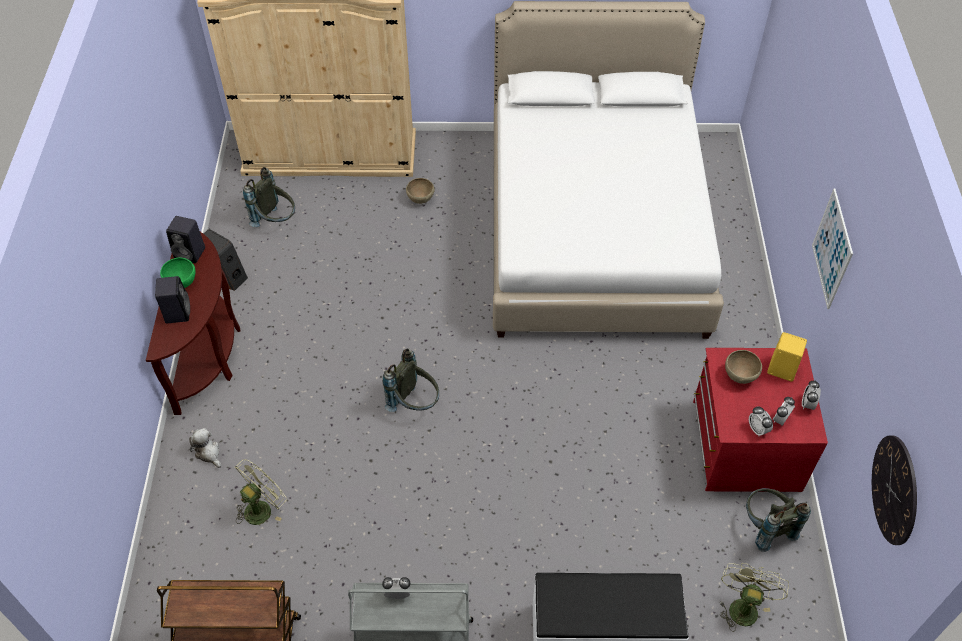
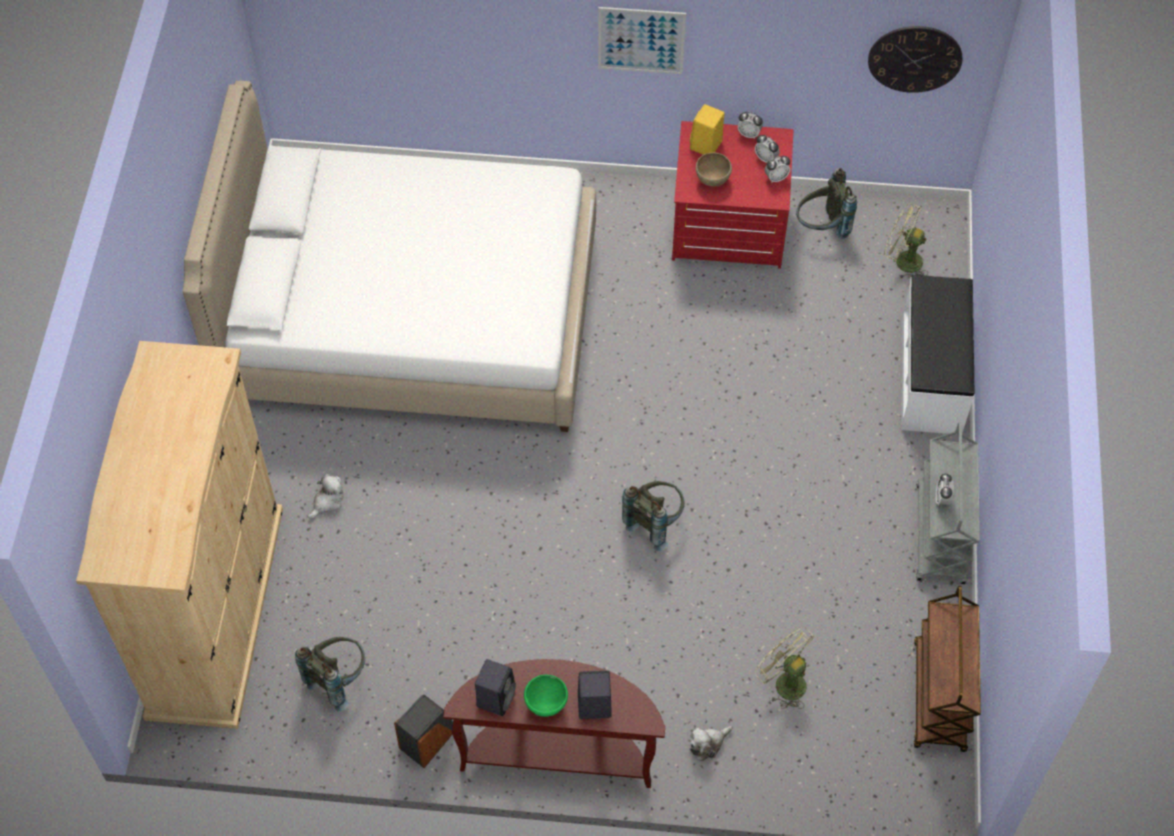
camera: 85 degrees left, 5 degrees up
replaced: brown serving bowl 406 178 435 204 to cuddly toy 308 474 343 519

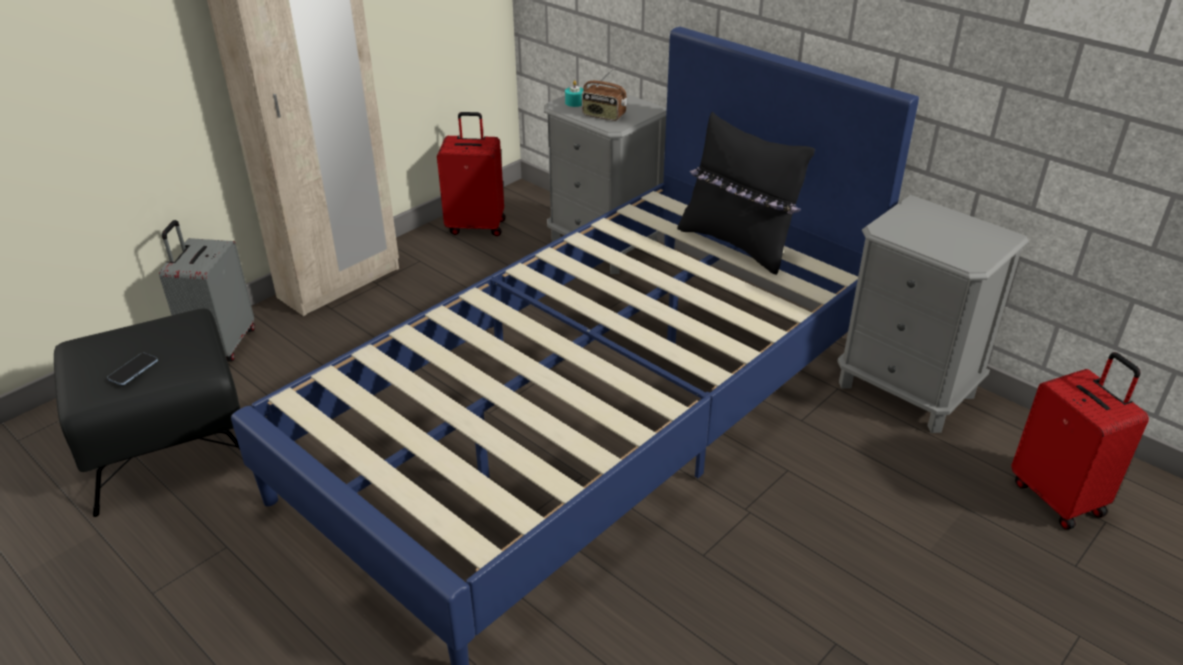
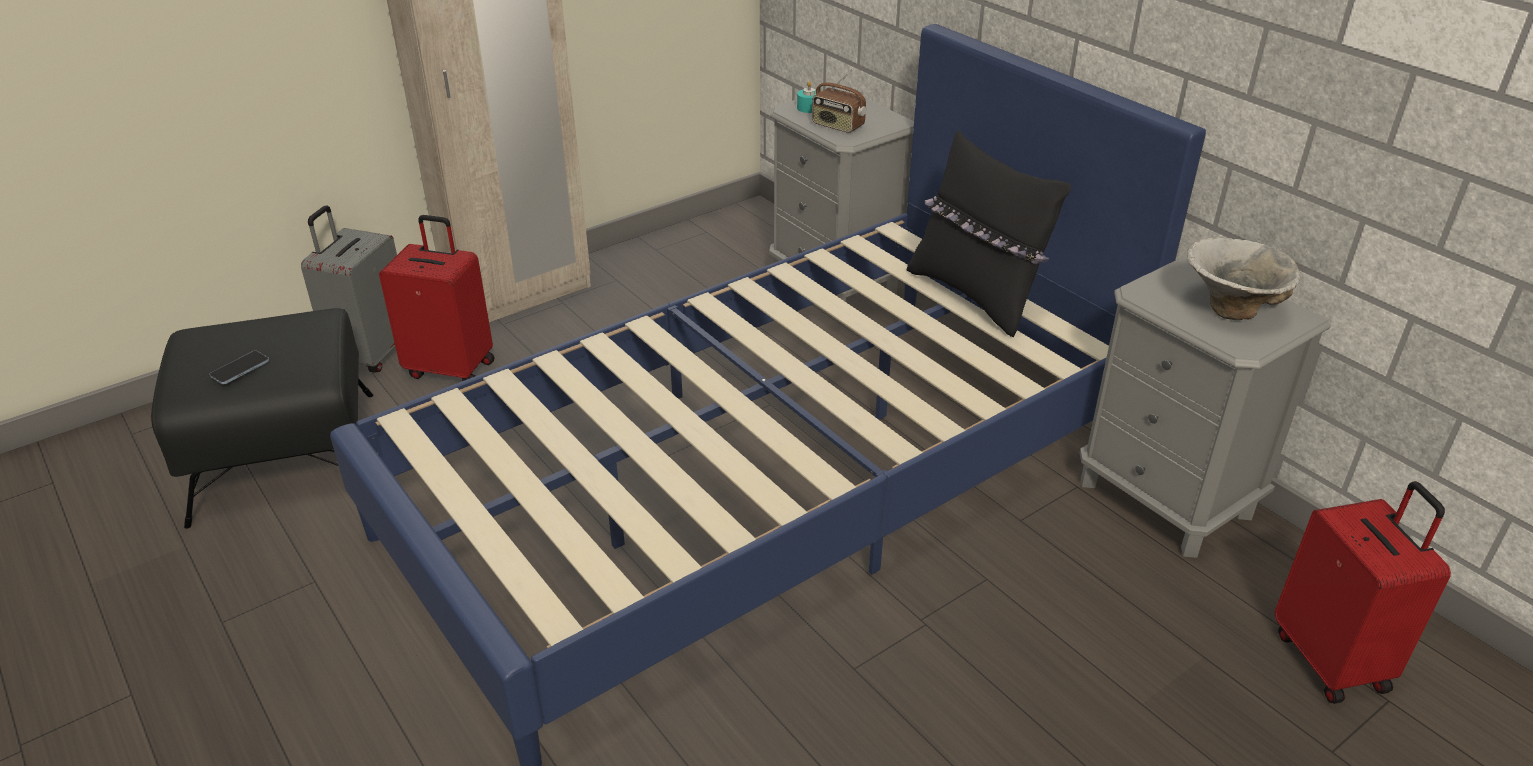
camera: 10 degrees right, 0 degrees up
added: serving bowl 1187 237 1300 320
moved: red travel case 437 112 506 236 to 379 215 495 381

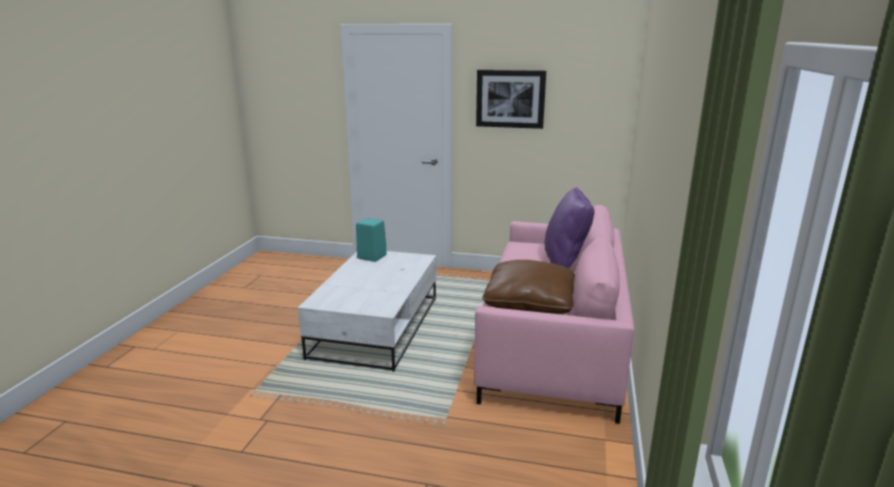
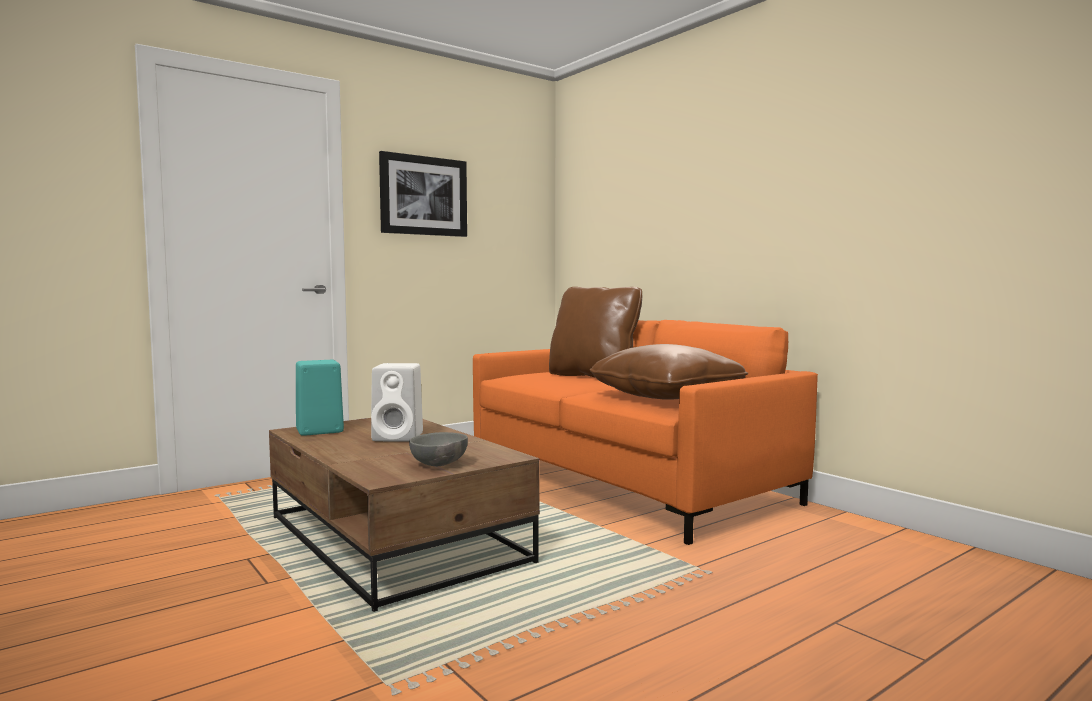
camera: 50 degrees left, 15 degrees down
added: white-coloured loudspeaker 371 363 423 441; greyish serving bowl 409 432 468 466
recoloured: white-coloured low table 298 251 436 372 to brown low table 269 418 540 612; pink couch 474 205 634 424 to orange couch 473 320 818 545; purple pillow 545 187 594 268 to brown pillow 549 287 642 377

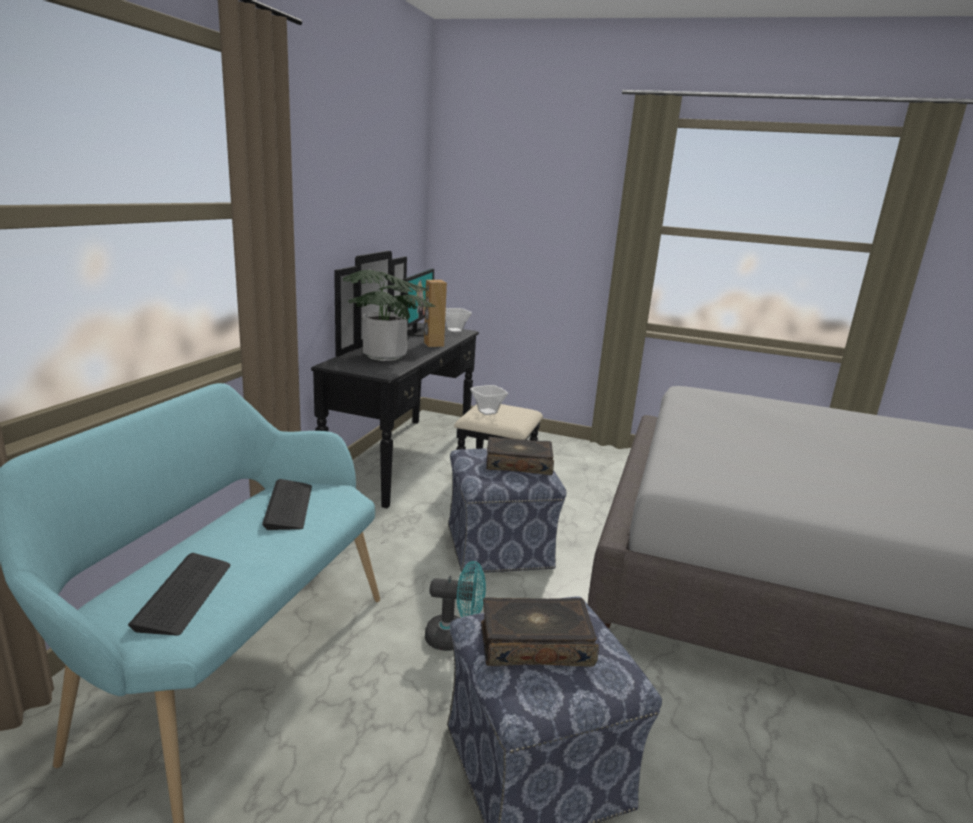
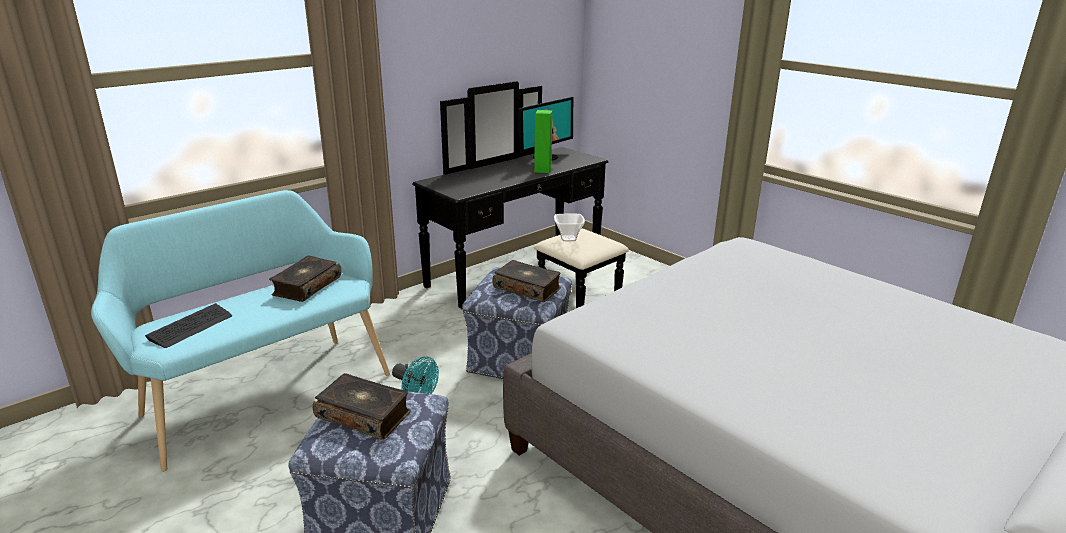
camera: 30 degrees right, 5 degrees up
removed: houseplant 342 270 436 361; serving bowl 445 308 472 332
replaced: PC keyboard 262 479 312 530 to volume 269 255 342 302
recoloured: brown loudspeaker 424 280 447 347 to green loudspeaker 534 110 553 173

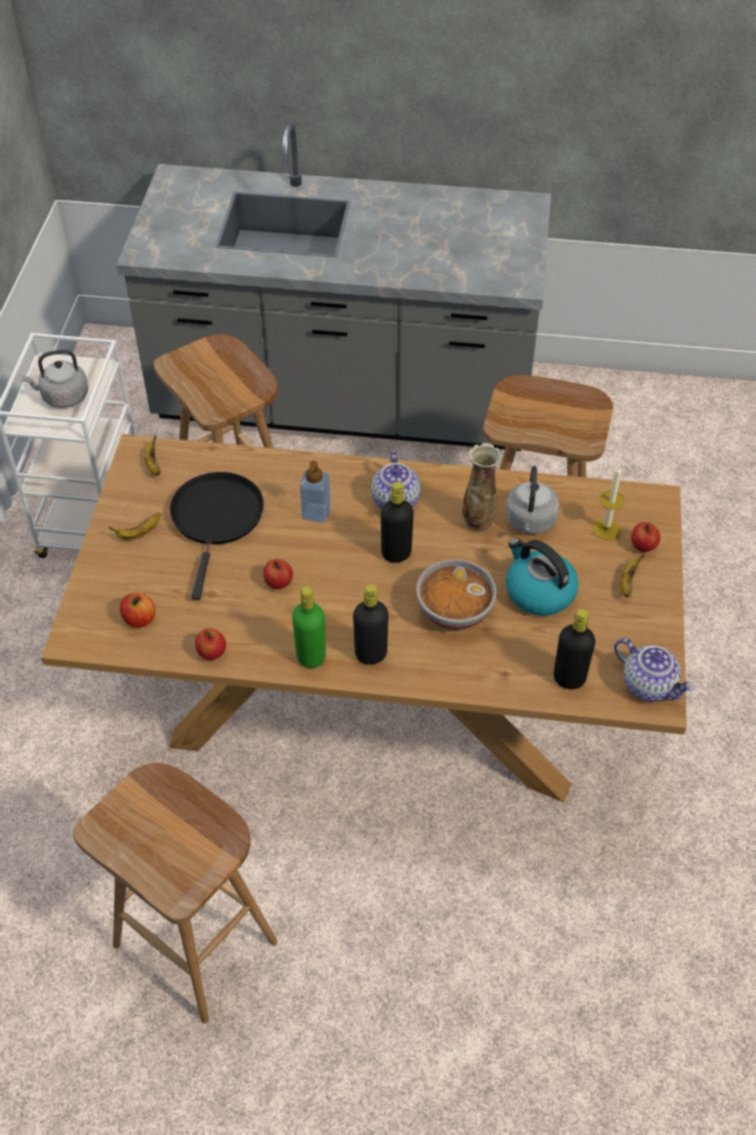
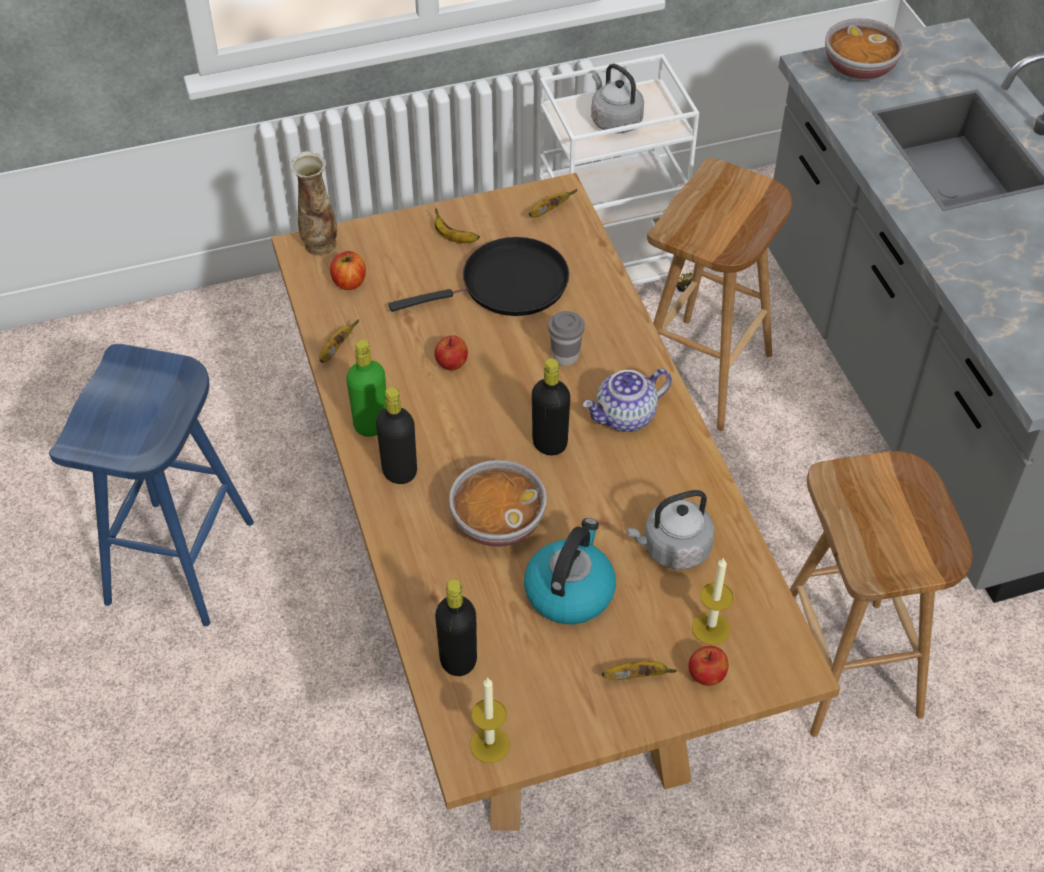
camera: 65 degrees right, 0 degrees up
added: serving bowl 825 18 904 81
moved: decorative vase 462 443 503 533 to 289 151 337 256
replaced: apple 195 629 226 660 to banana 319 319 359 363; soap dispenser 300 461 331 523 to greyish small cup 548 311 585 366; pot for tea 614 638 695 702 to wax light 470 678 510 763
recoloured: brown sitting stool 73 763 277 1023 to blue sitting stool 49 344 254 626

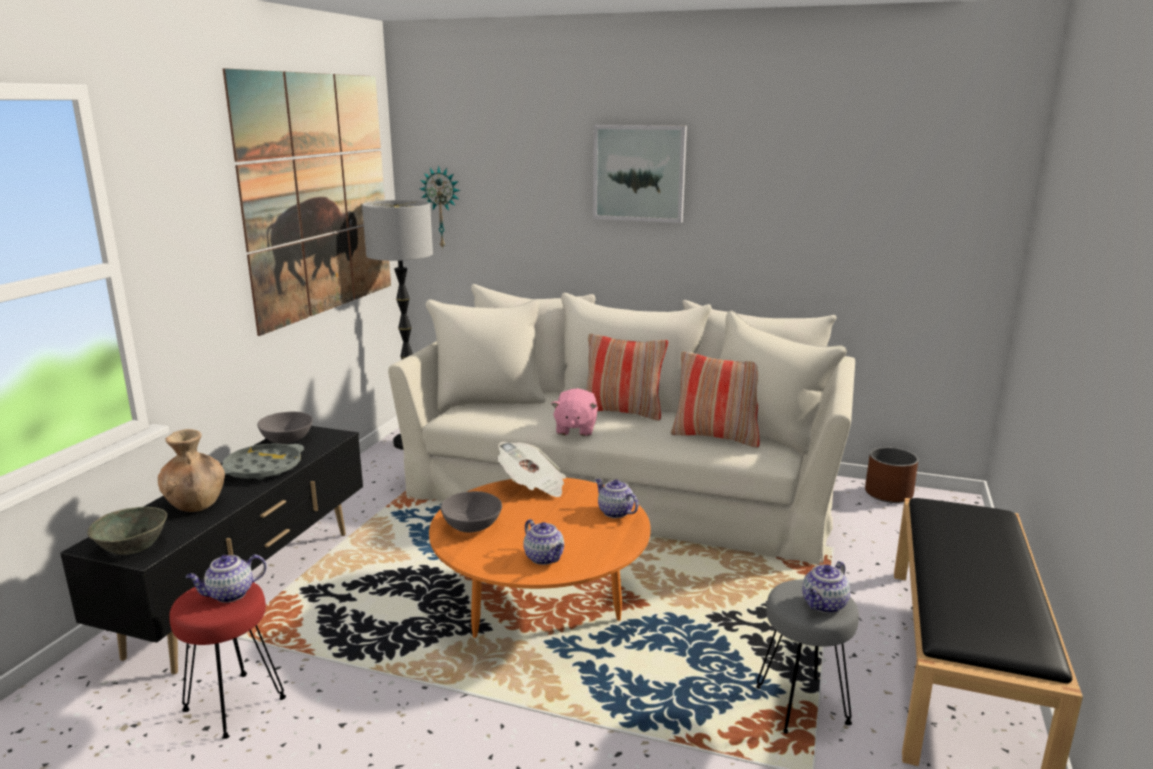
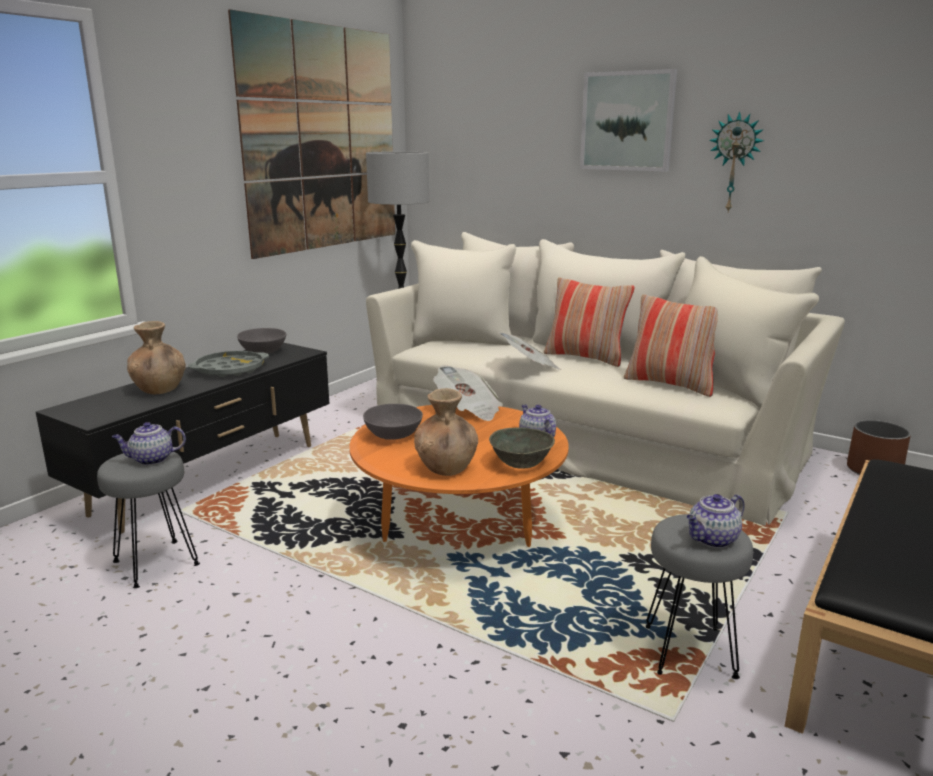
camera: 15 degrees right, 0 degrees up
moved: greyish serving bowl 87 507 167 555 to 489 428 555 469; hanging clock 420 166 460 250 to 709 111 764 212
replaced: pot for tea 524 519 564 565 to brown decorative vase 414 388 478 476; pink cuddly toy 551 388 598 436 to newspaper 498 332 561 370
recoloured: red sitting stool 169 582 286 739 to greyish sitting stool 97 452 200 588

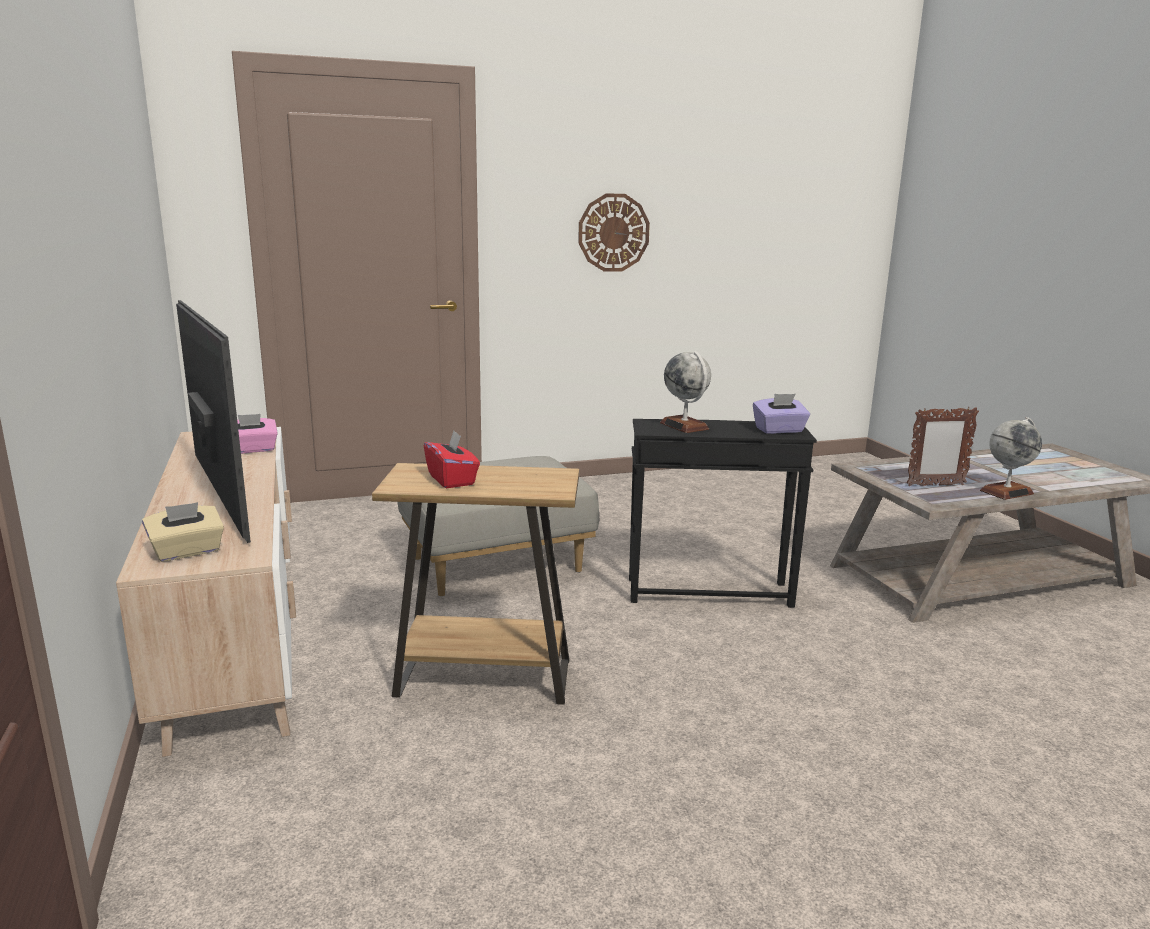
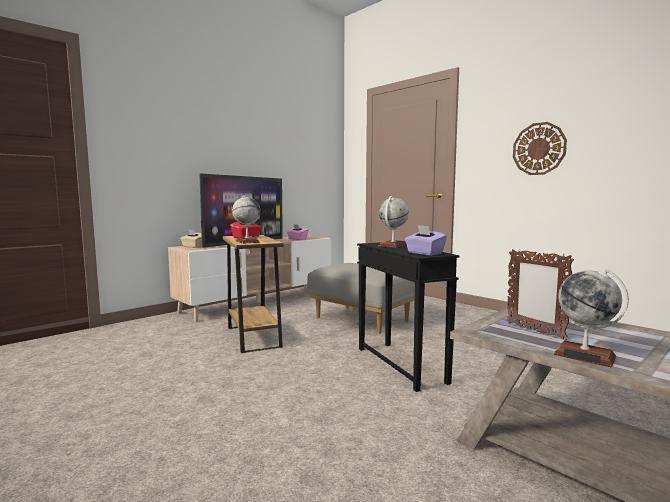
camera: 65 degrees right, 10 degrees down
added: desk globe 232 195 261 244

